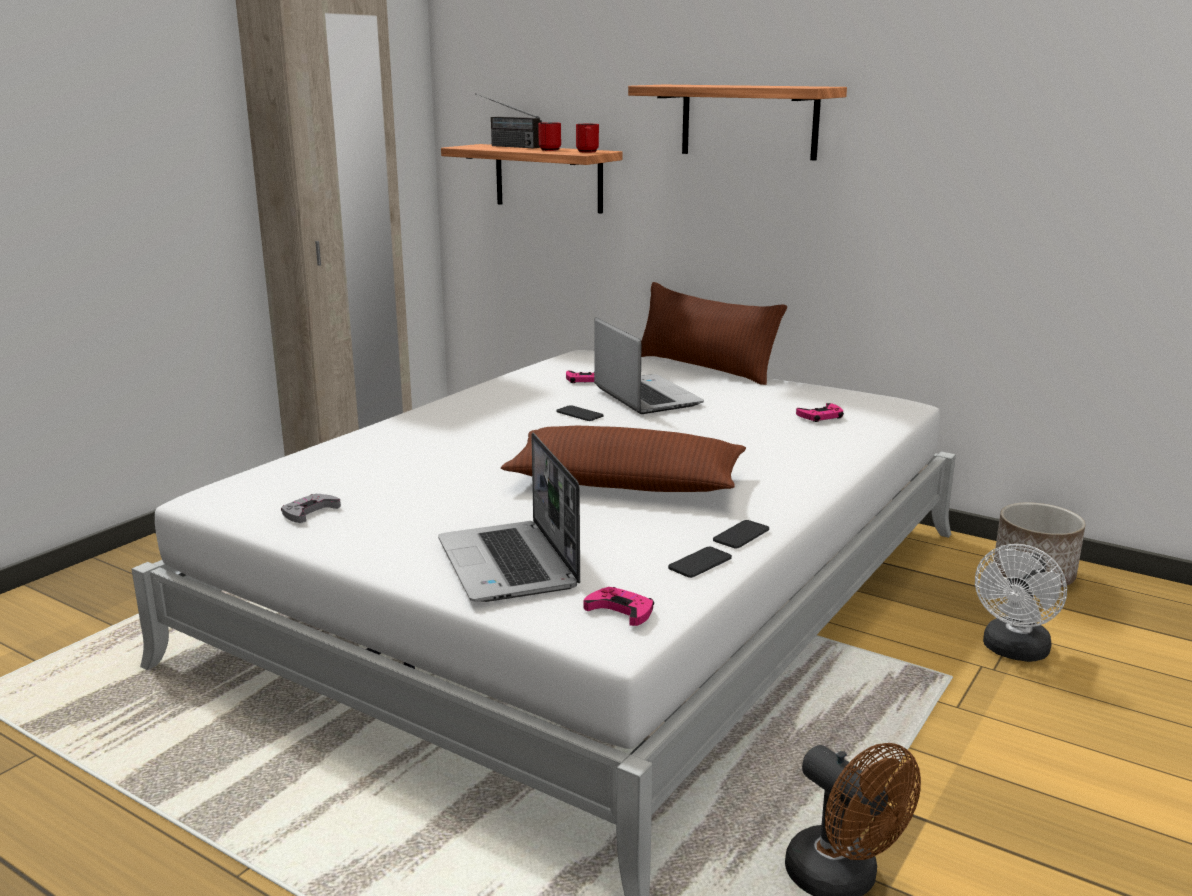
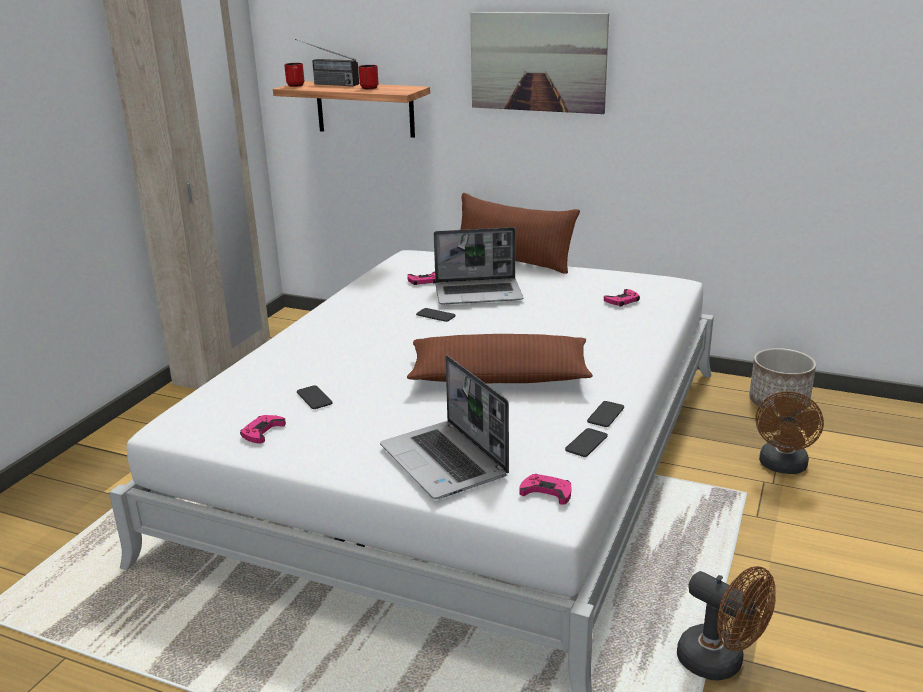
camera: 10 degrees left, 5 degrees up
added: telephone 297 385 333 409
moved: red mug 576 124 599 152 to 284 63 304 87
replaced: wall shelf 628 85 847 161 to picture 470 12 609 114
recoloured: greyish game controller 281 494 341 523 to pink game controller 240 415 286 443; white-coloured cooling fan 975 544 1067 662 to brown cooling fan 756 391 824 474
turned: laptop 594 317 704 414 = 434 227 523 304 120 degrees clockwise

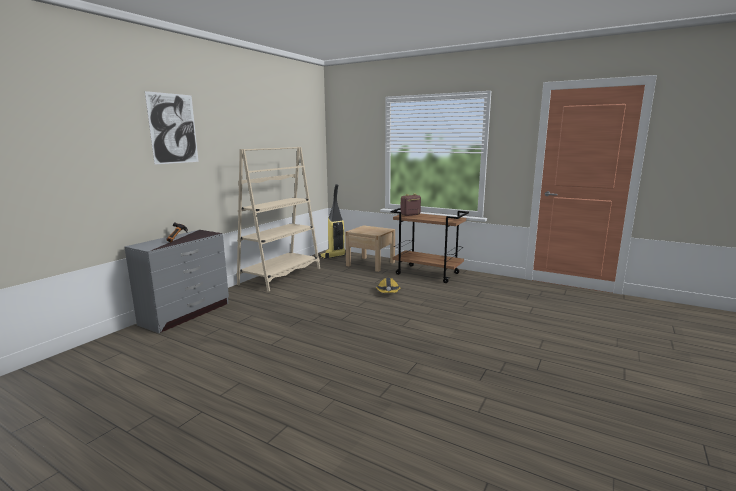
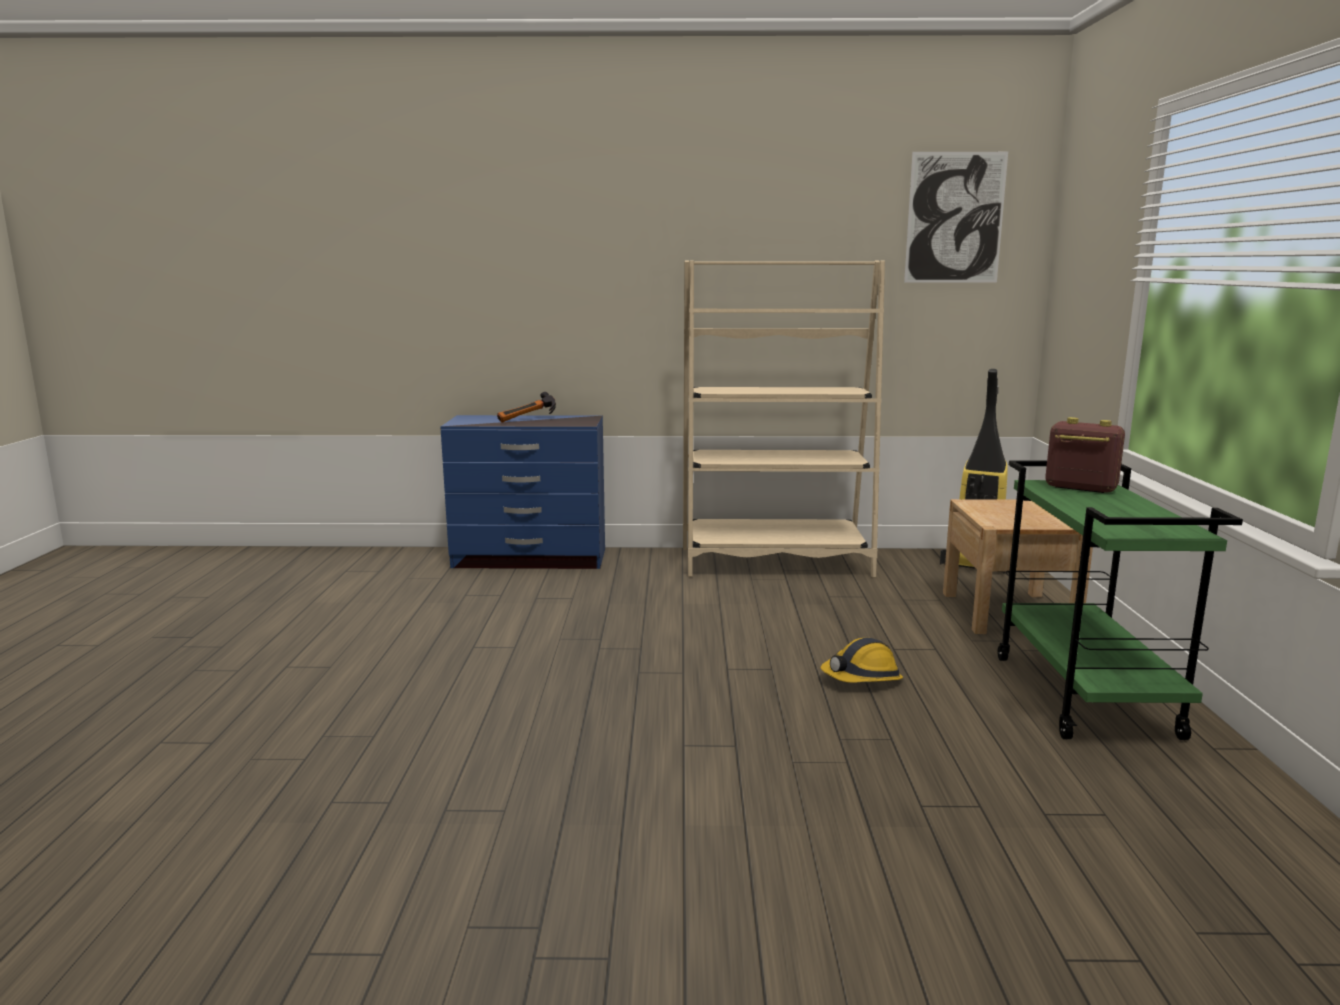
camera: 60 degrees right, 0 degrees up
moved: picture 145 91 199 165 to 904 152 1008 283
recoloured: greyish drawer chest 124 230 229 333 to blue drawer chest 440 415 605 569; brown cart 391 208 469 283 to green cart 997 461 1243 740

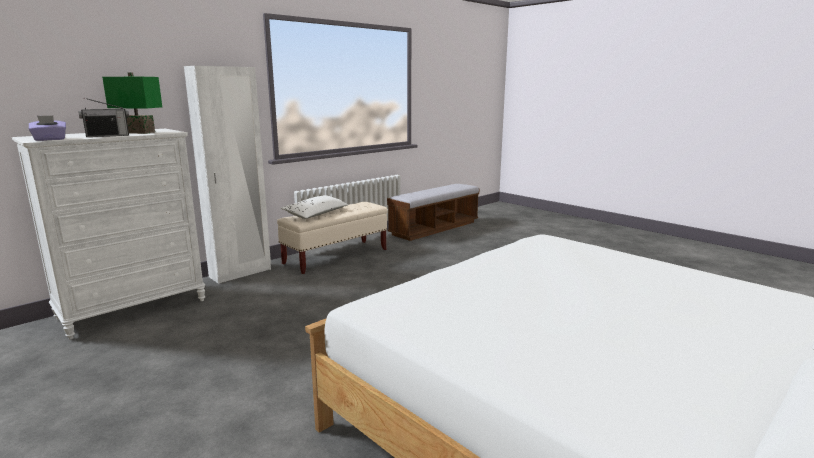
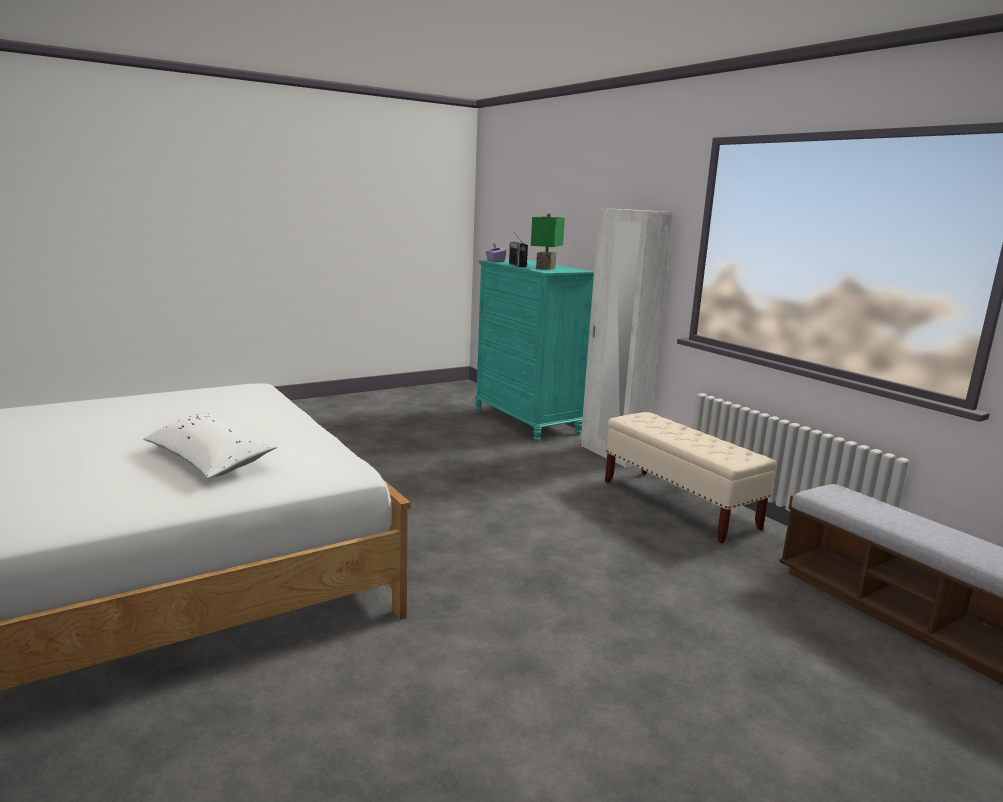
camera: 100 degrees right, 0 degrees up
moved: white-coloured pillow 281 195 348 219 to 143 413 277 478
recoloured: white-coloured drawer chest 12 129 205 339 to turquoise drawer chest 475 260 594 442

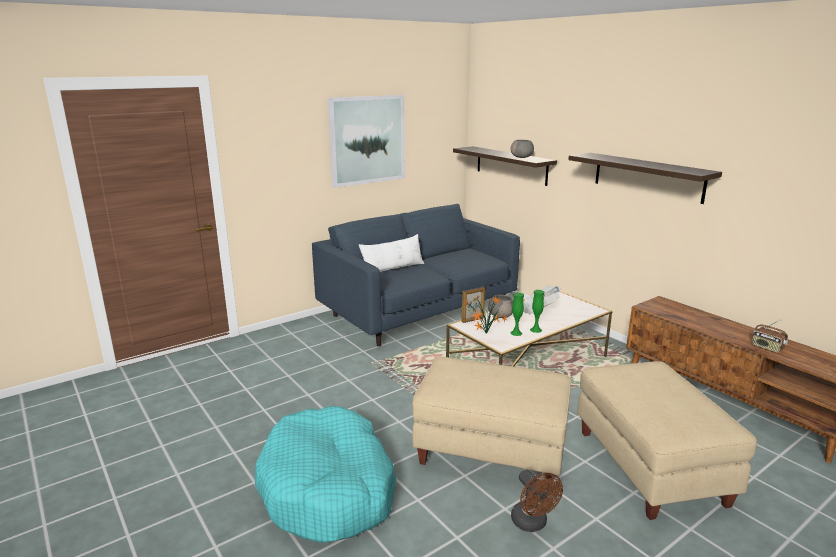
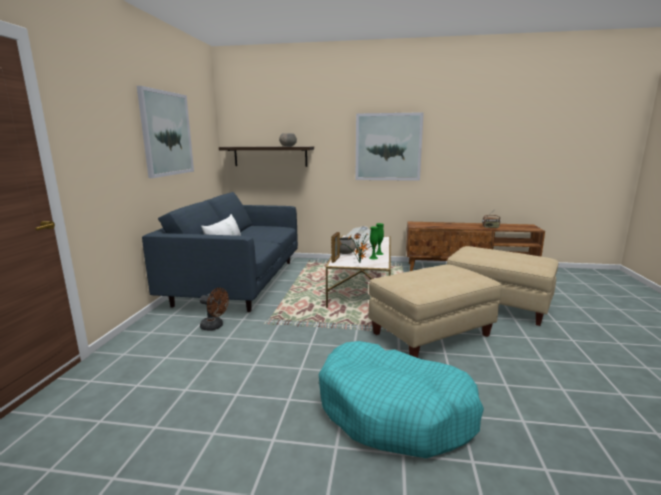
camera: 45 degrees left, 5 degrees down
moved: brown cooling fan 511 470 563 532 to 200 288 229 331
replaced: wall shelf 568 153 722 204 to picture 355 112 424 181

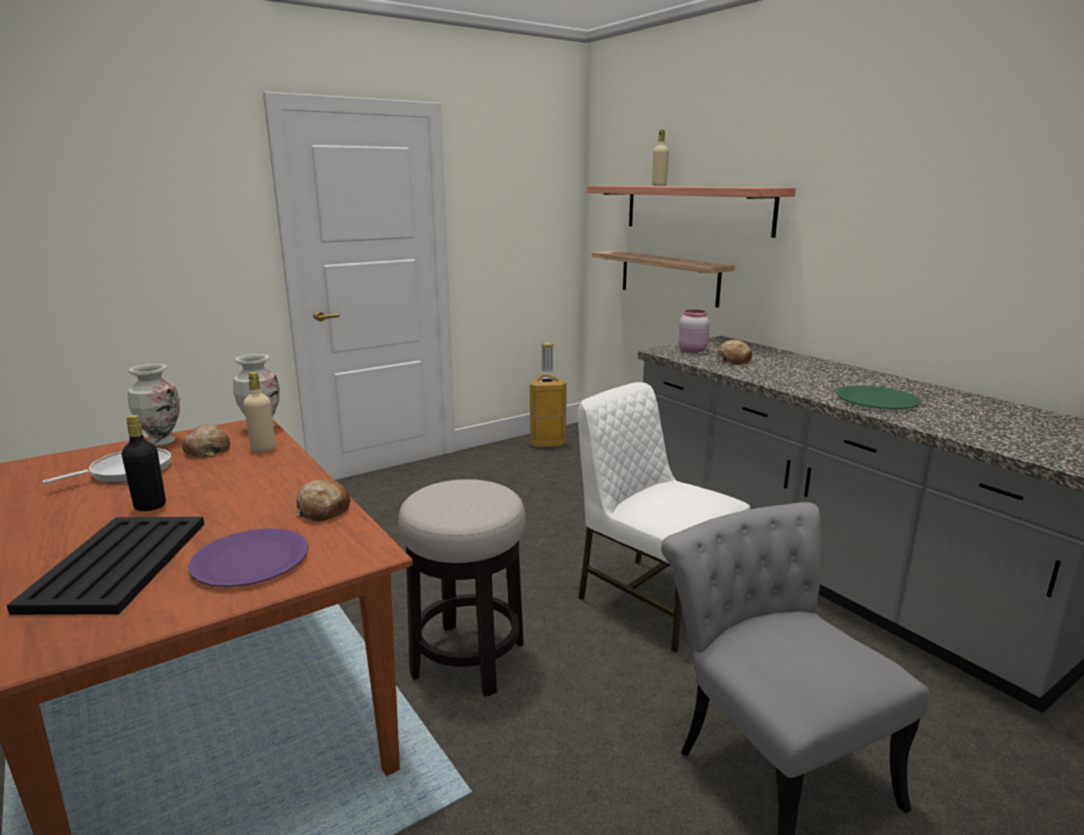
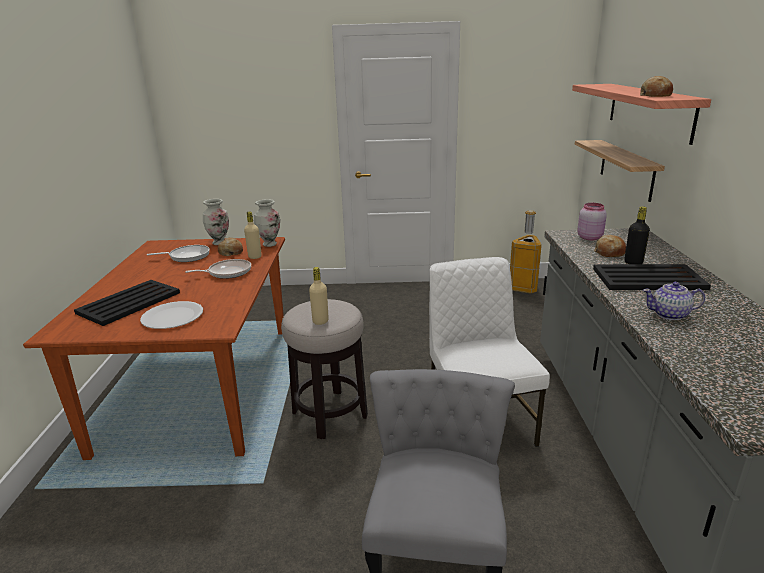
camera: 35 degrees right, 5 degrees up
added: skillet 185 259 251 279; black-coloured carrying tray 593 264 711 290
moved: black-coloured drink bottle 122 415 166 511 to 624 206 650 264; bakery bread 296 480 350 522 to 640 76 673 97; beige-coloured drink bottle 652 130 669 186 to 309 267 329 325
replaced: green plate 836 386 921 409 to pot for tea 643 282 705 320
recoloured: purple plate 188 528 308 587 to white-coloured plate 140 301 203 329

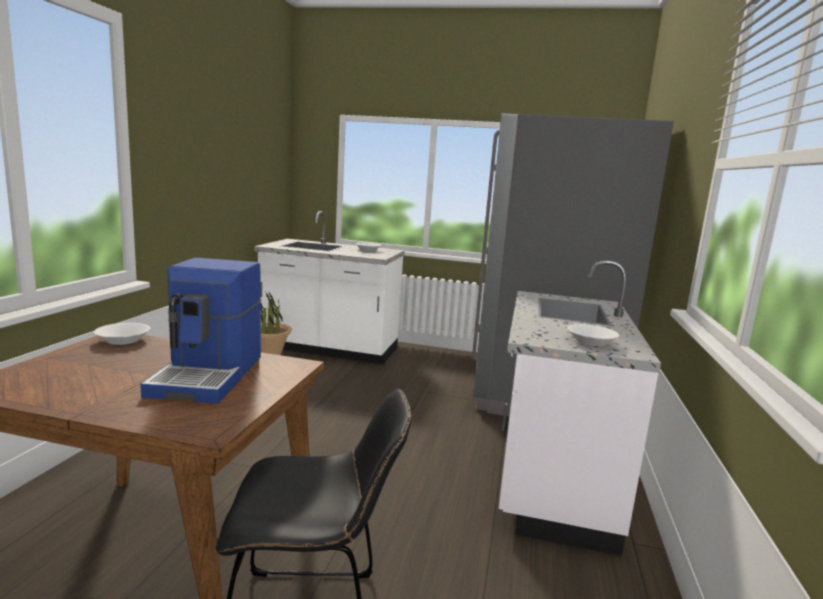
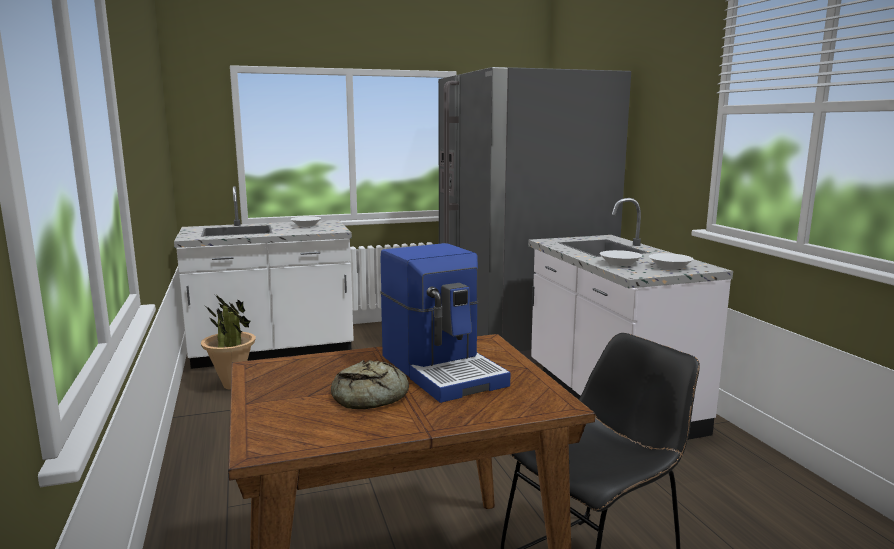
camera: 30 degrees left, 0 degrees up
added: bakery bread 331 360 409 409
moved: white-coloured serving bowl 94 323 150 345 to 600 250 642 266

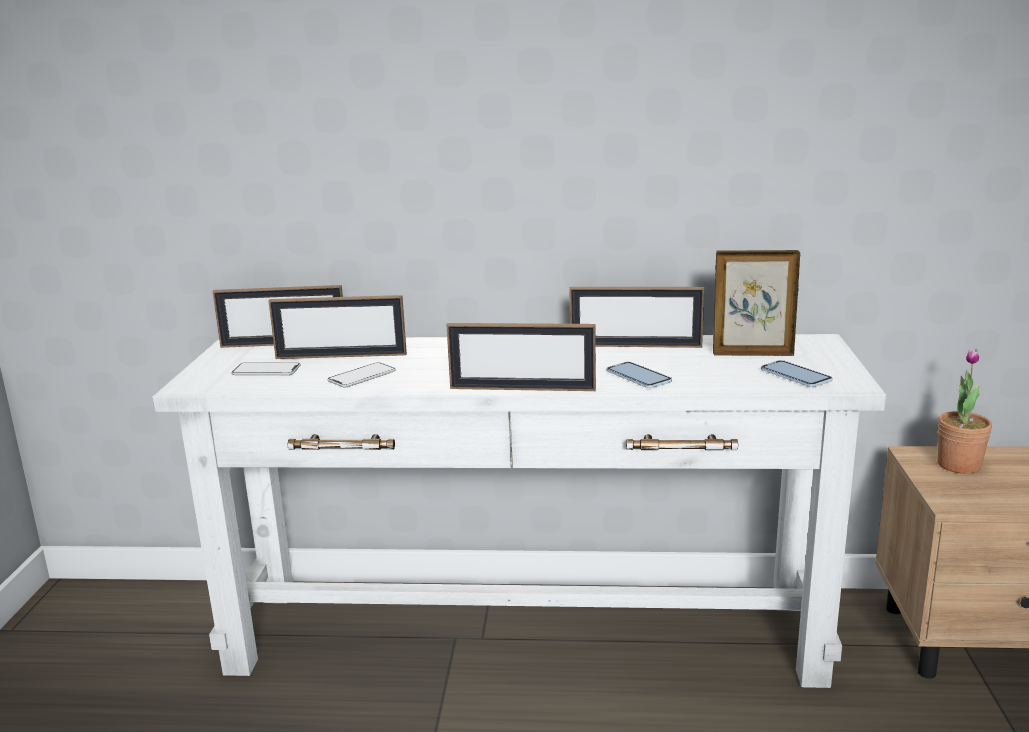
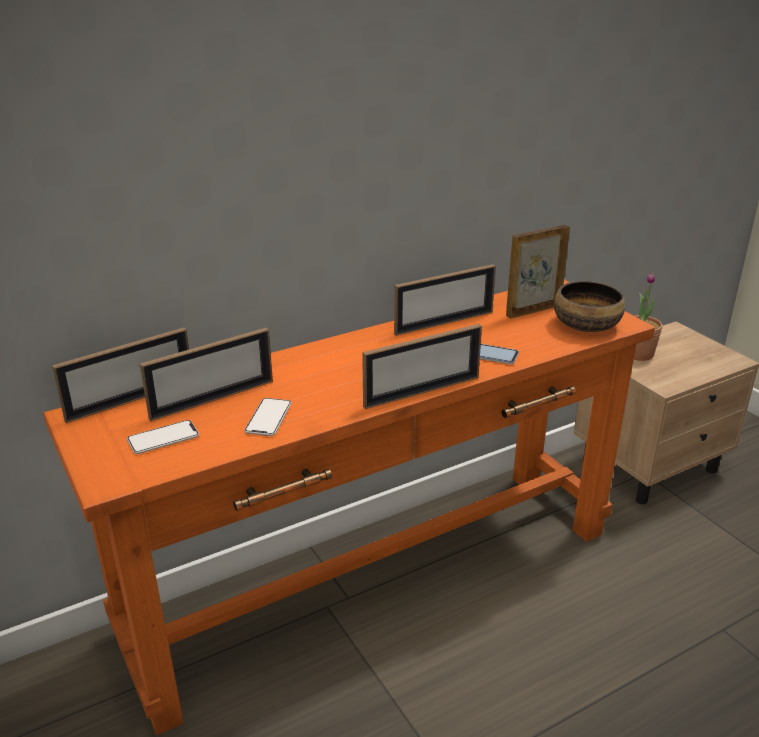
camera: 35 degrees left, 10 degrees up
replaced: telephone 761 360 832 387 to serving bowl 554 281 625 332
recoloured: white-coloured console table 152 334 886 688 to orange console table 43 280 655 735

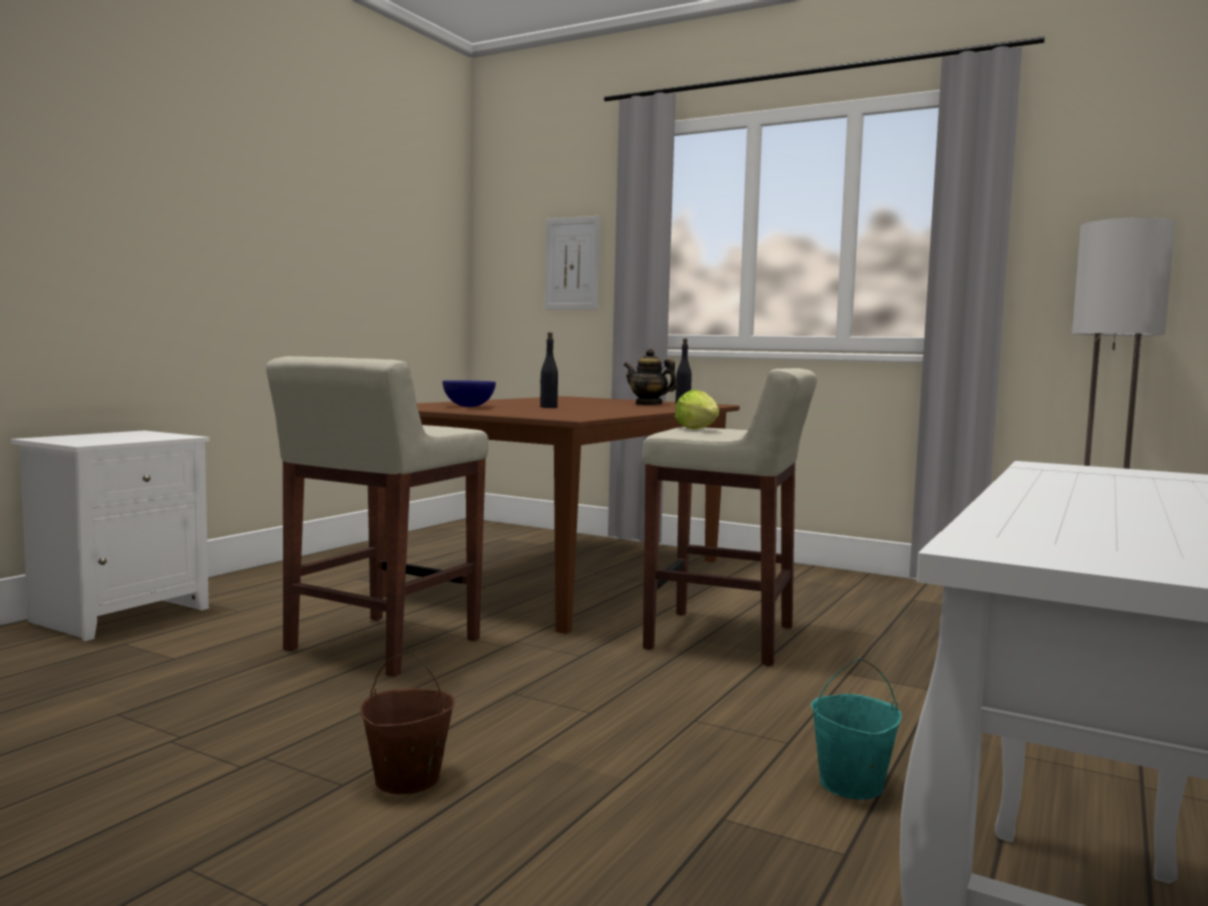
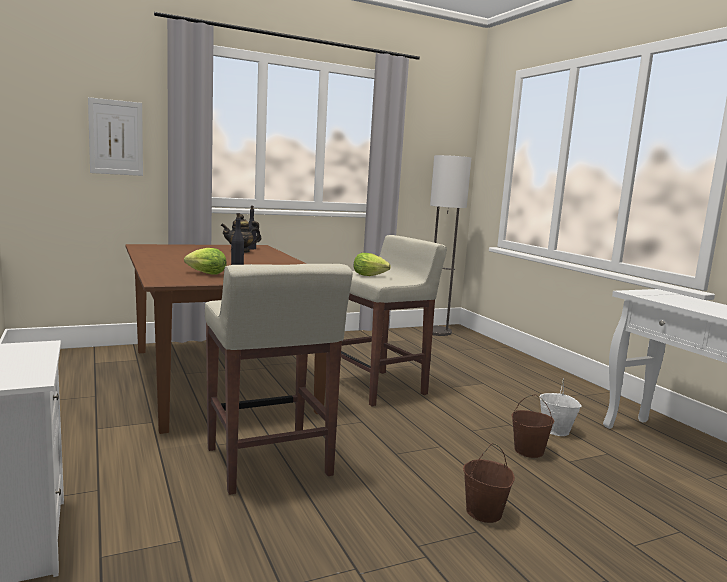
camera: 55 degrees left, 5 degrees up
added: brown bucket 512 394 554 458
replaced: blue serving bowl 442 380 496 407 to head of lettuce 184 248 227 275
recoloured: turquoise bucket 811 658 902 800 to white-coloured bucket 539 378 582 436

